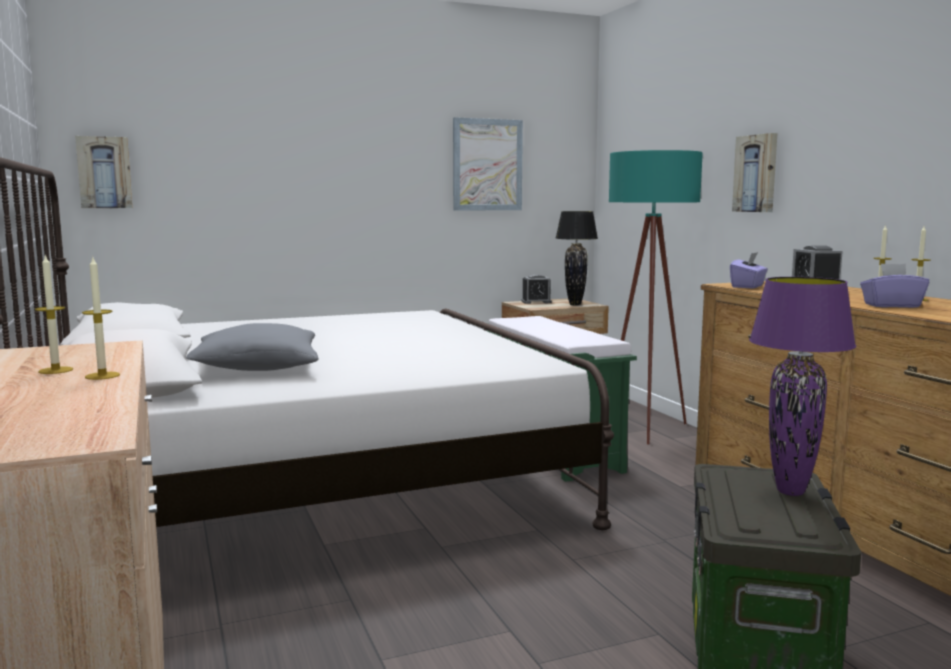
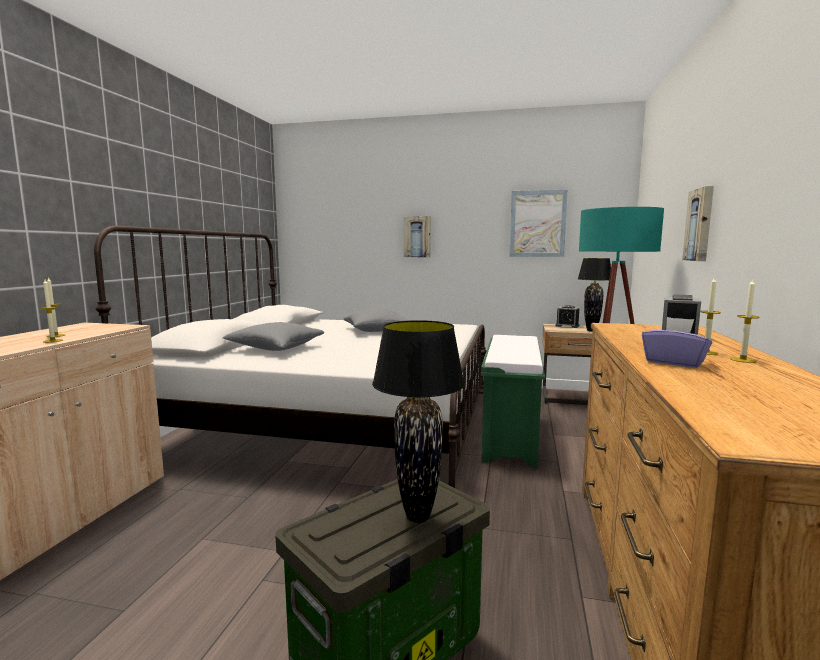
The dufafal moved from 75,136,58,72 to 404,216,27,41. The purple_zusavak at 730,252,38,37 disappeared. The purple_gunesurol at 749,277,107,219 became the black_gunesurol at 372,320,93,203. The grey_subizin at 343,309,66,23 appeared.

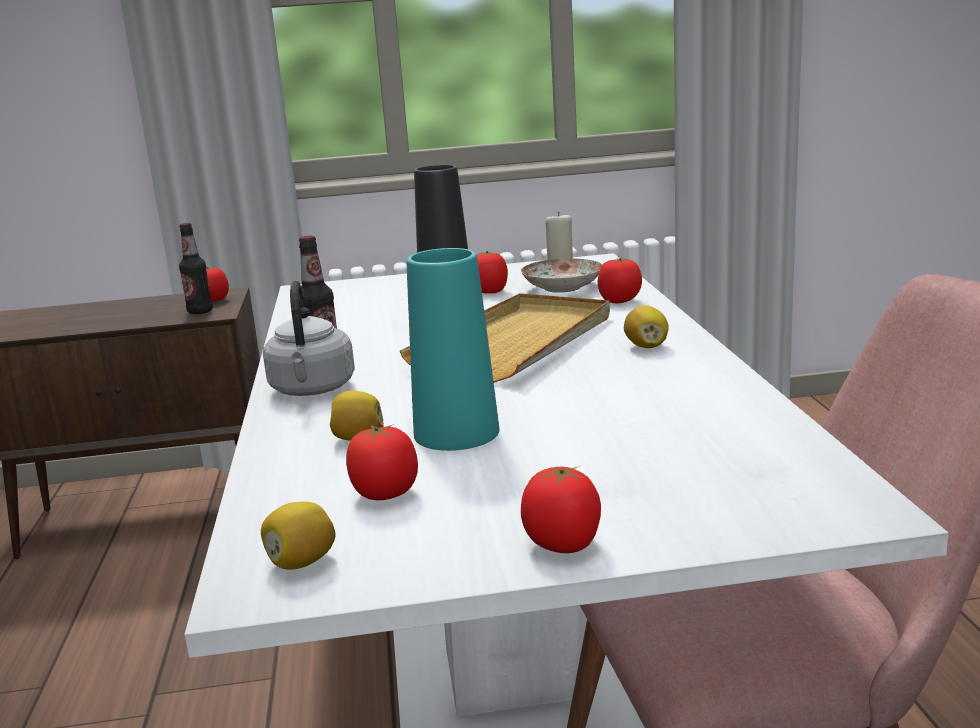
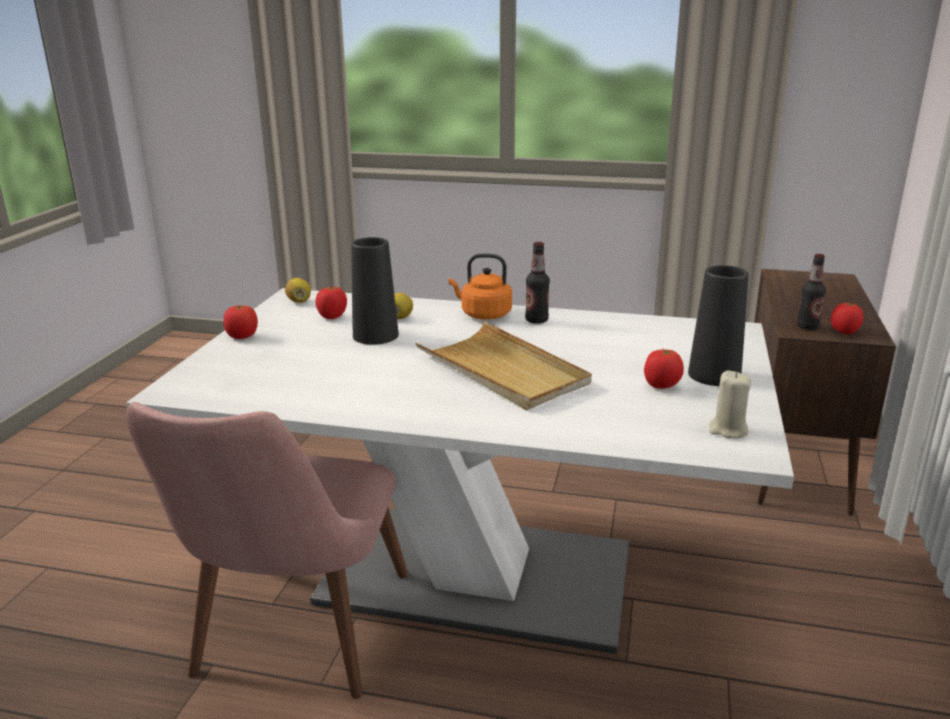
The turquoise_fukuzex at 407,248,92,203 became the black_fukuzex at 351,237,48,108. The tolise at 521,258,81,35 disappeared. The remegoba at 598,258,44,45 disappeared. The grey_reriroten at 263,281,92,115 became the orange_reriroten at 449,254,63,65. The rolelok at 624,306,44,42 disappeared.

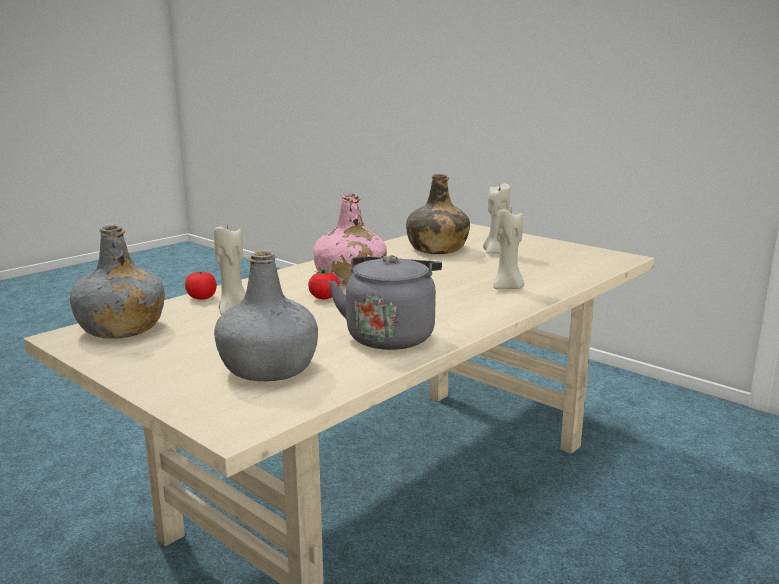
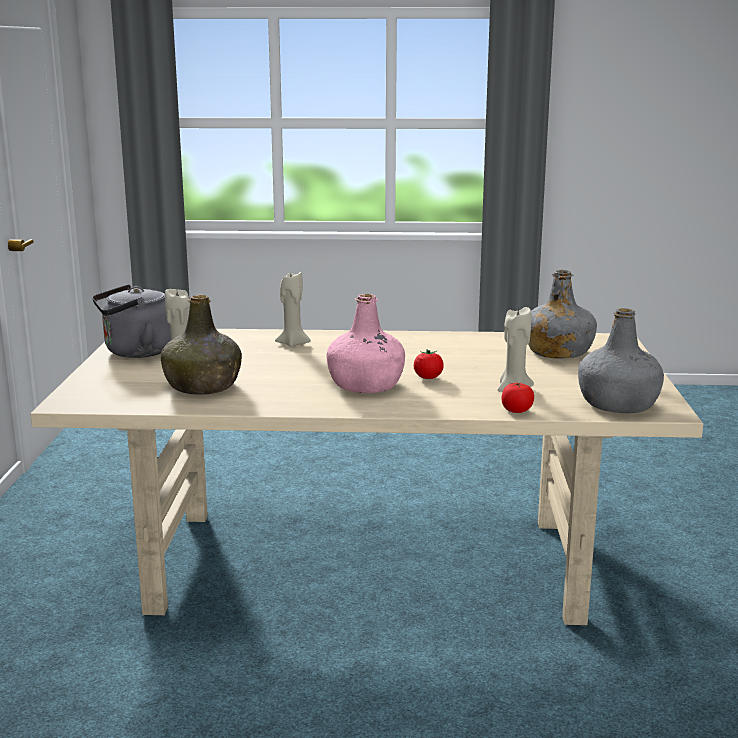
The grey_reriroten moved from 328,255,114,95 to 92,284,79,74.

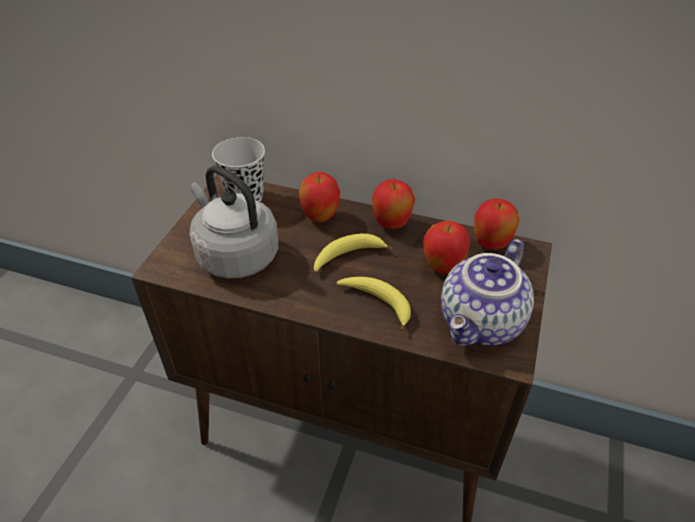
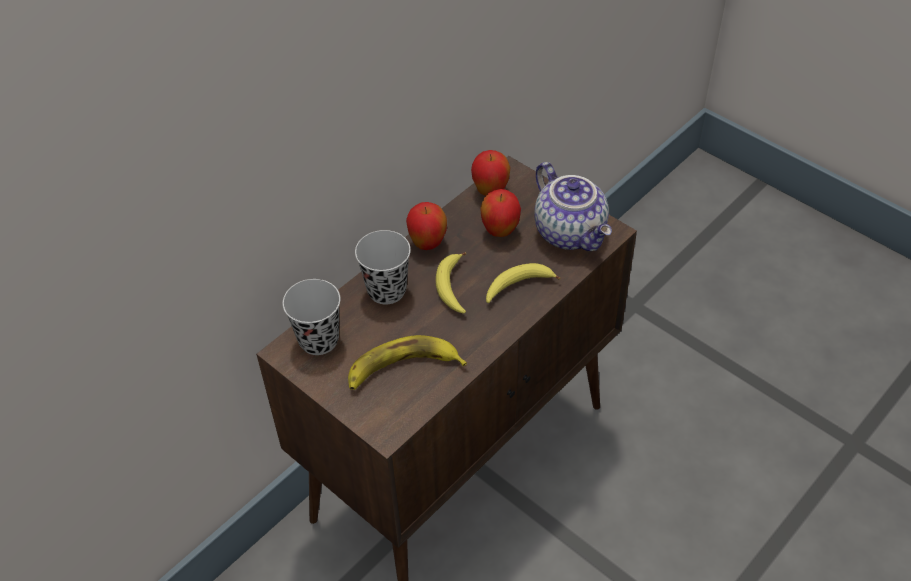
The grey_reriroten at 189,165,89,113 was replaced by the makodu at 348,335,119,55. The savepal at 299,172,41,50 was replaced by the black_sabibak at 355,230,56,74.

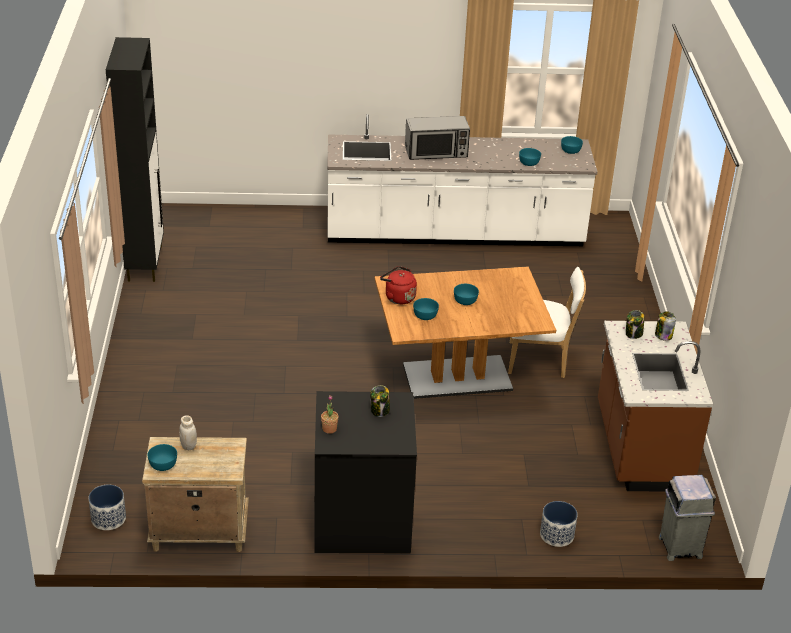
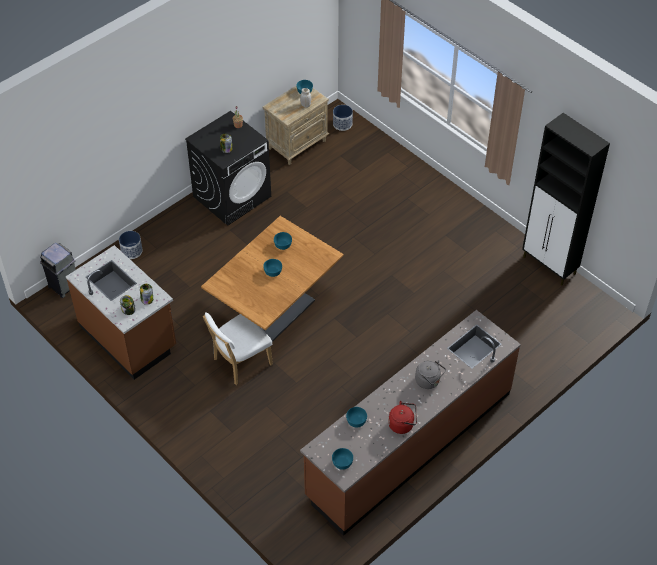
The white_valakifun at 327,114,271,132 became the brown_valakifun at 300,310,221,226. The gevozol at 405,116,65,44 was replaced by the grey_reriroten at 415,360,31,29. The red_reriroten moved from 380,266,37,38 to 388,401,29,33.

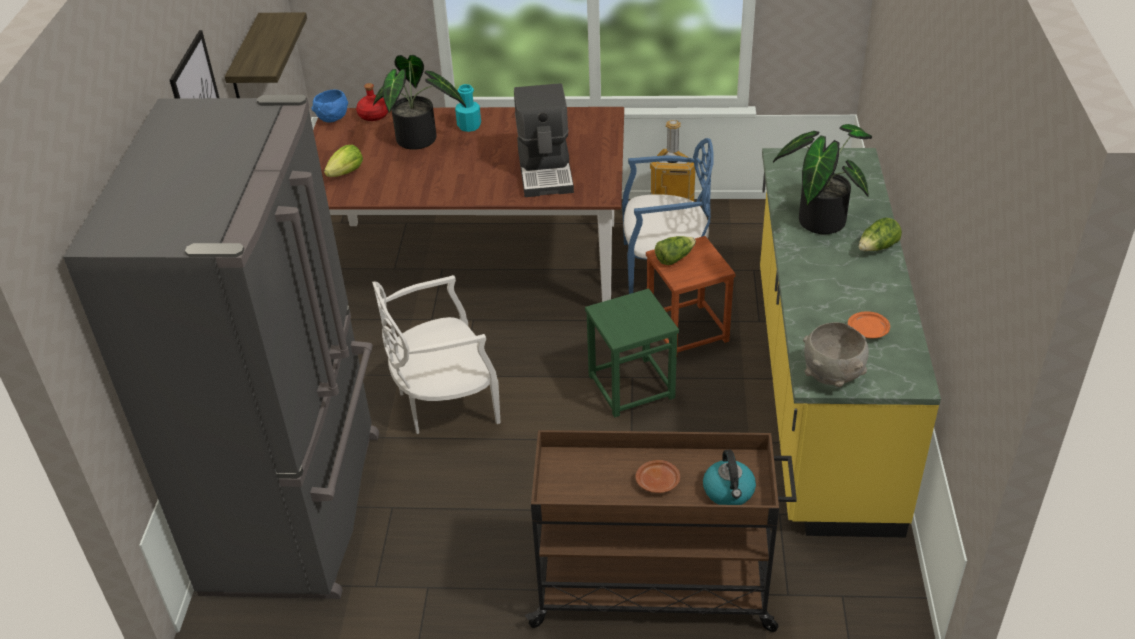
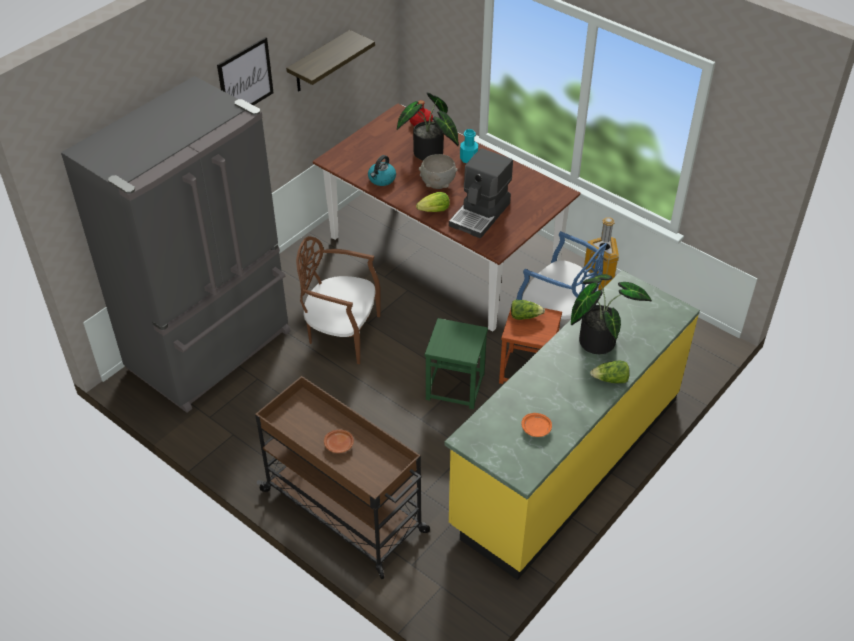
The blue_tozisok at 311,90,37,32 disappeared. The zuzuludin moved from 324,145,39,32 to 416,192,34,20. The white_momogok at 372,275,129,159 became the brown_momogok at 296,236,85,128. The grey_tozisok moved from 803,322,66,65 to 419,154,39,35. The reriroten moved from 703,450,53,55 to 368,155,28,31.

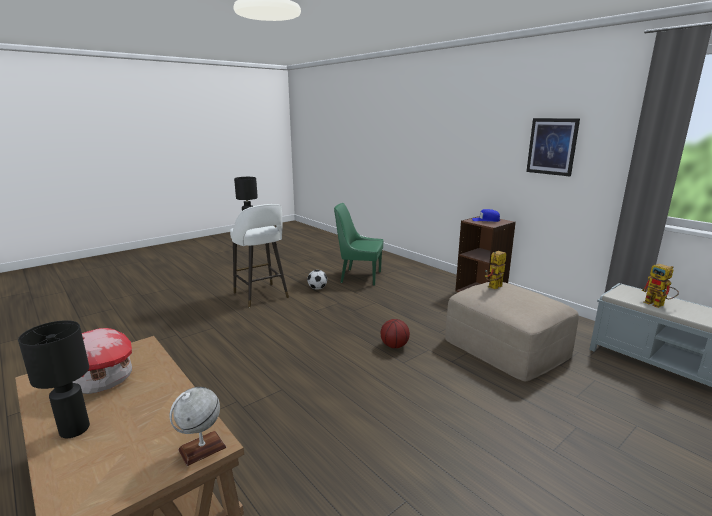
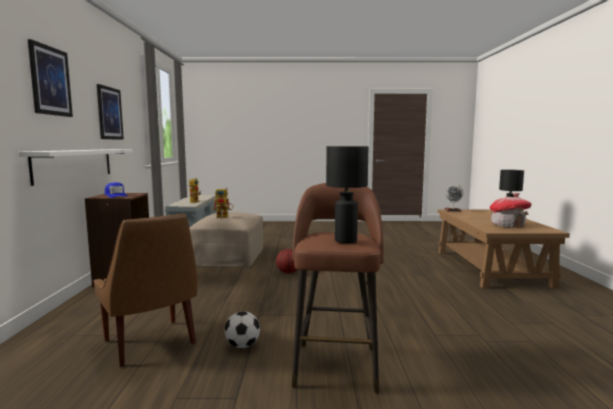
The green_momogok at 334,203,49,83 became the brown_momogok at 94,213,104,154. The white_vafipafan at 230,204,59,104 became the brown_vafipafan at 292,183,92,210. The dufafal at 28,39,45,78 appeared. The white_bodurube at 18,149,115,37 appeared.

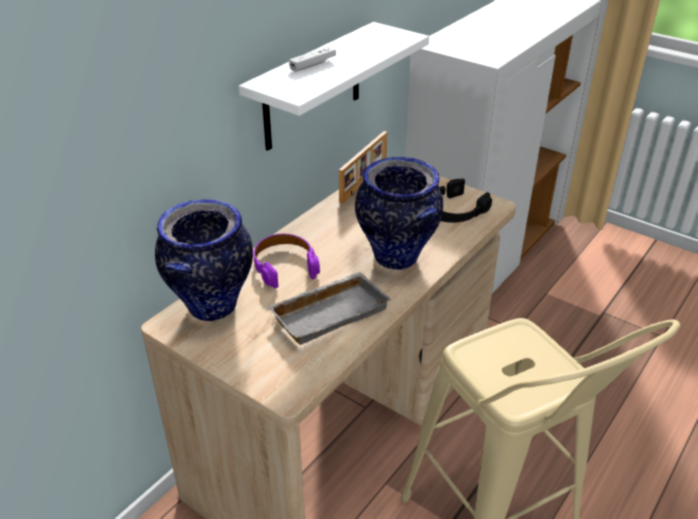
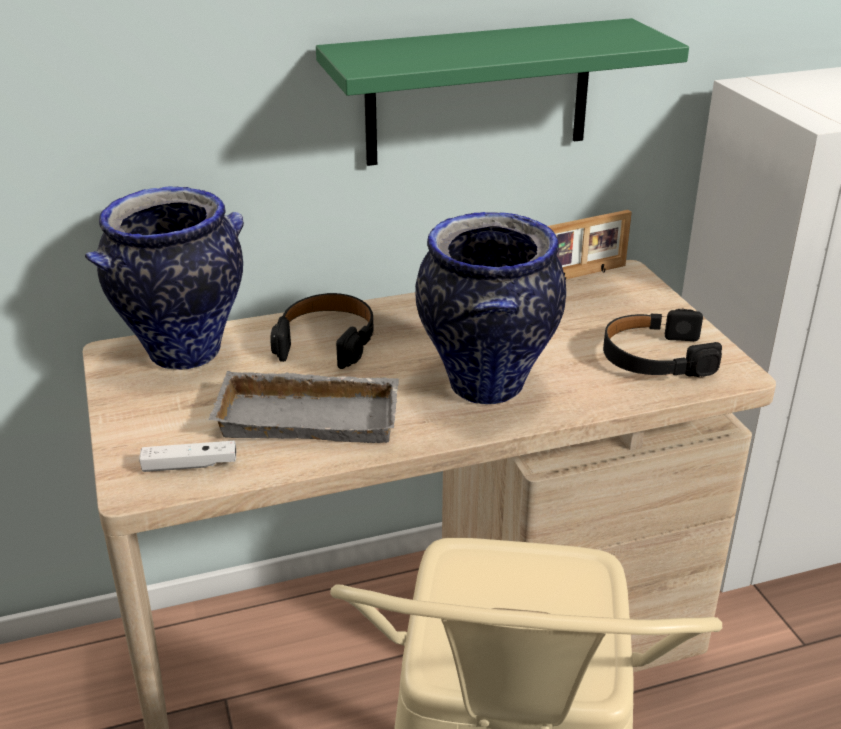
The white_bodurube at 239,22,190,129 became the green_bodurube at 316,18,373,148. The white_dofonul moved from 289,47,47,25 to 139,441,97,31. The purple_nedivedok at 253,234,67,55 became the black_nedivedok at 270,293,103,76.

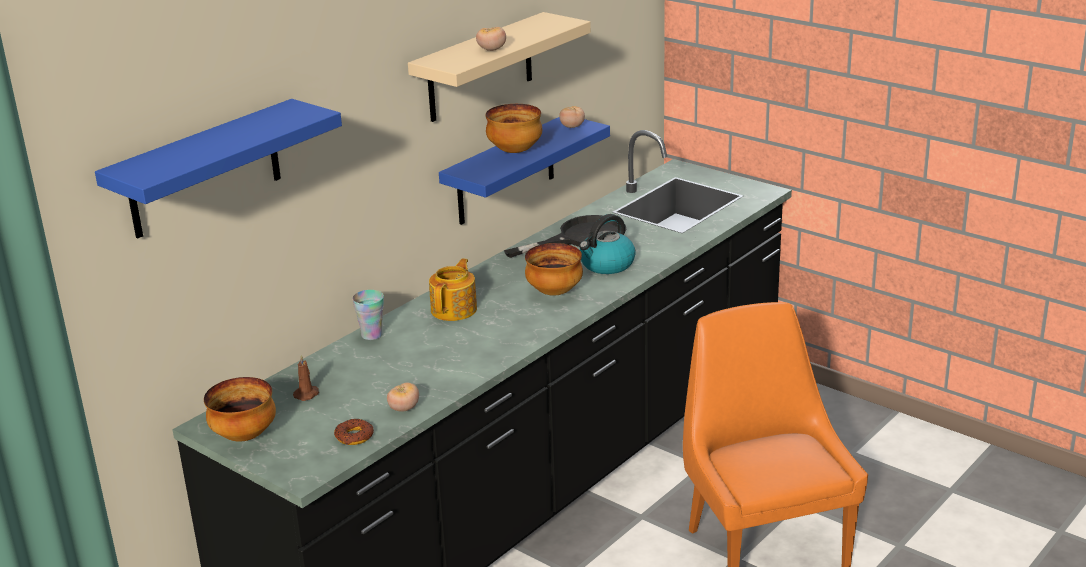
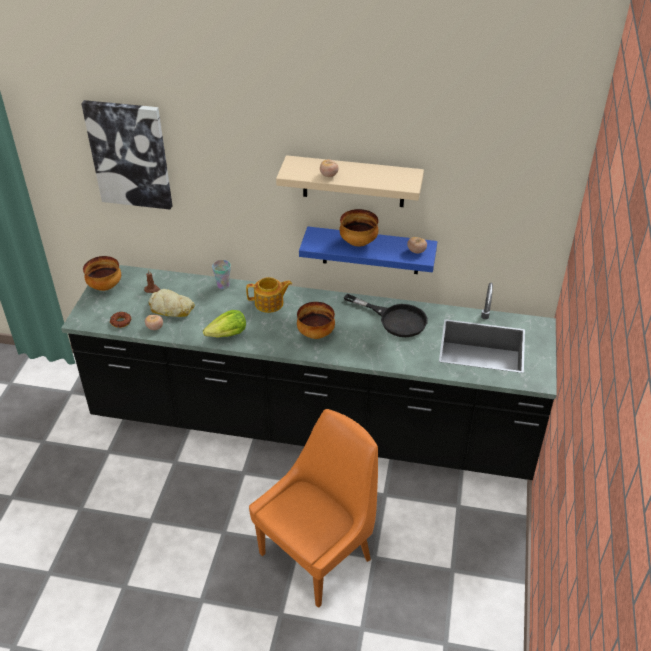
The blue_bodurube at 95,99,247,140 was replaced by the dufafal at 81,100,91,110. The reriroten at 579,214,57,60 disappeared. The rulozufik at 149,289,46,28 appeared. The zuzuludin at 203,310,43,27 appeared.

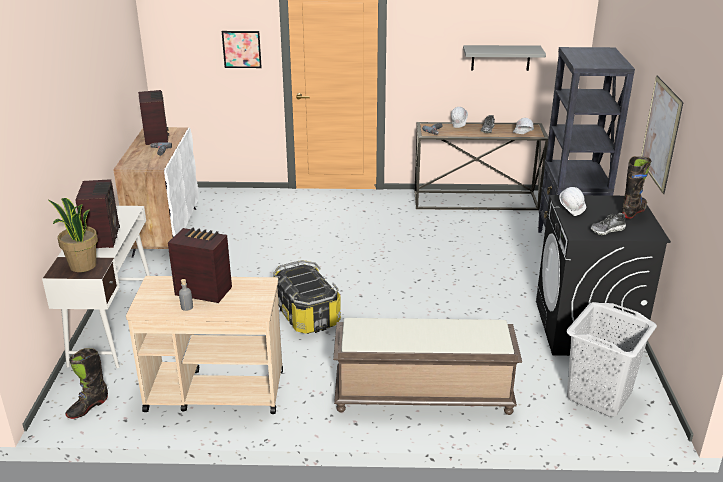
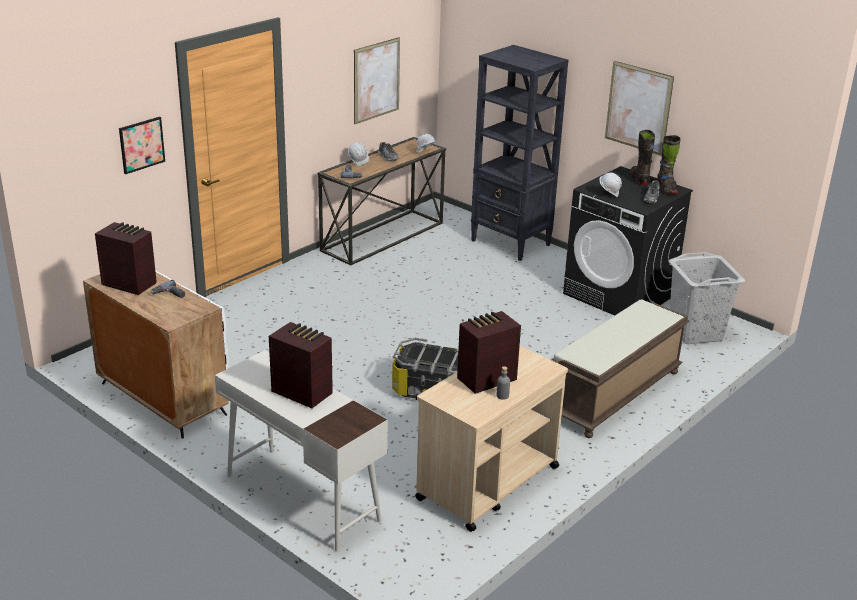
The grey_bodurube at 463,45,83,26 was replaced by the dufafal at 354,37,46,87. The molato at 48,198,50,74 disappeared. The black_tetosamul moved from 65,348,43,71 to 657,135,23,59.

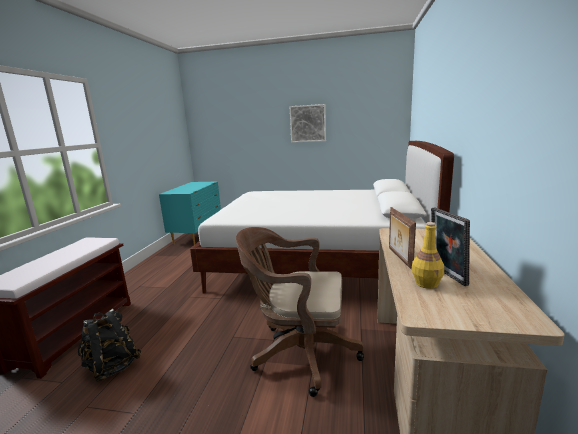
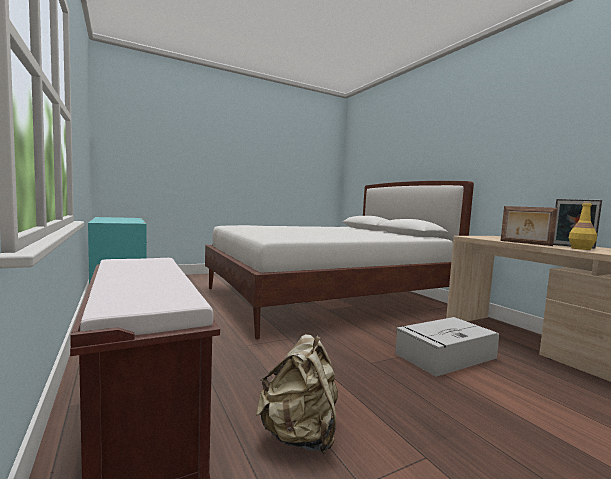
The dufafal at 289,104,37,39 disappeared. The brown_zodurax at 236,227,128,170 was replaced by the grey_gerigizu at 395,317,104,60. The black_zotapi at 78,309,64,73 became the beige_zotapi at 256,334,82,120.

